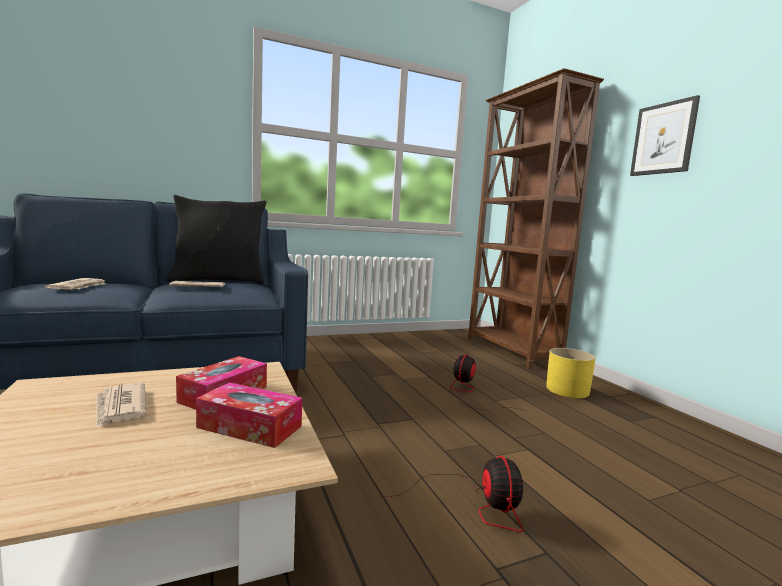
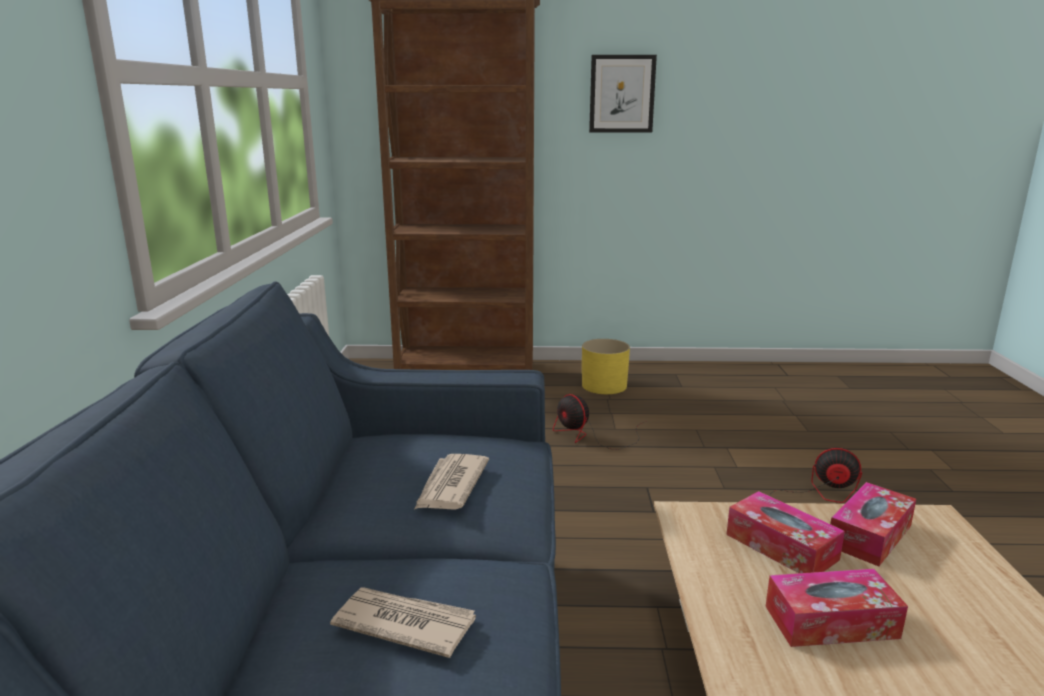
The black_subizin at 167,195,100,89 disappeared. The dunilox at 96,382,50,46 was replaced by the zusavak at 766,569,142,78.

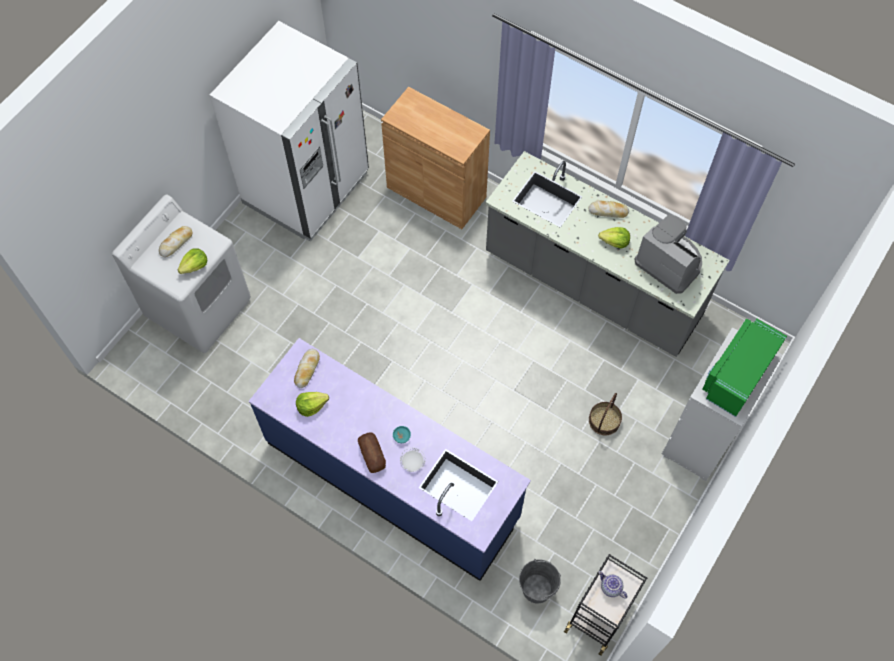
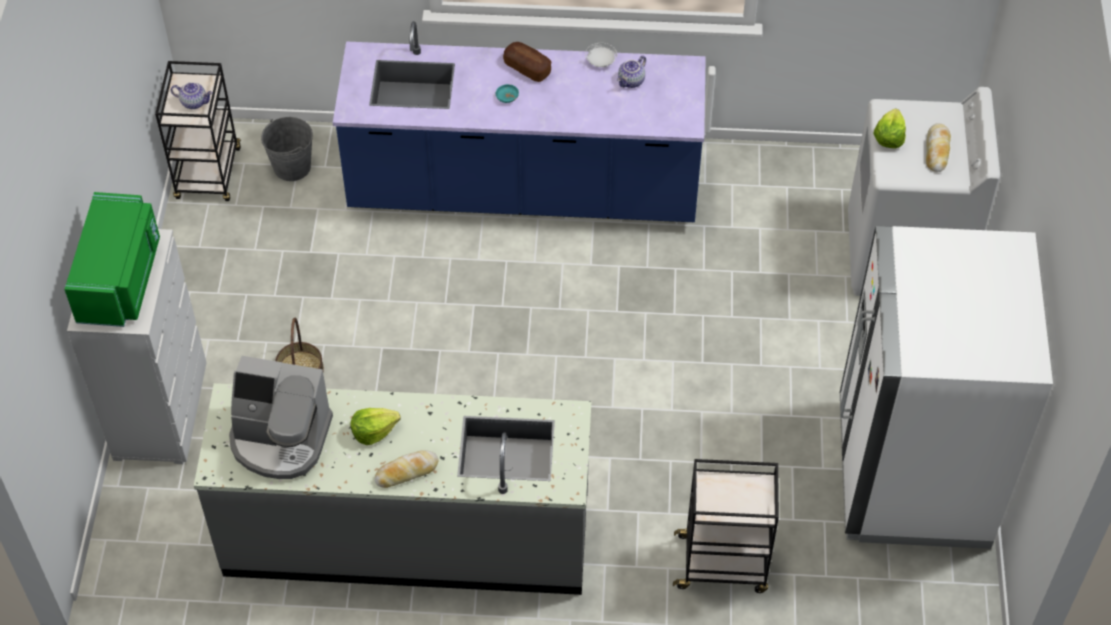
The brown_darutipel at 381,87,109,142 was replaced by the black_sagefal at 673,459,106,134. The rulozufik at 294,349,26,39 disappeared. The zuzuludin at 296,392,33,25 was replaced by the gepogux at 617,56,29,32. The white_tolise moved from 400,448,25,24 to 585,43,32,24.

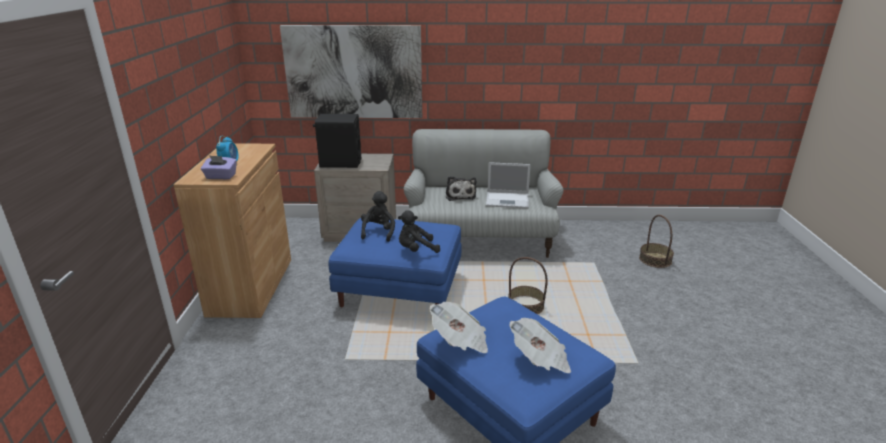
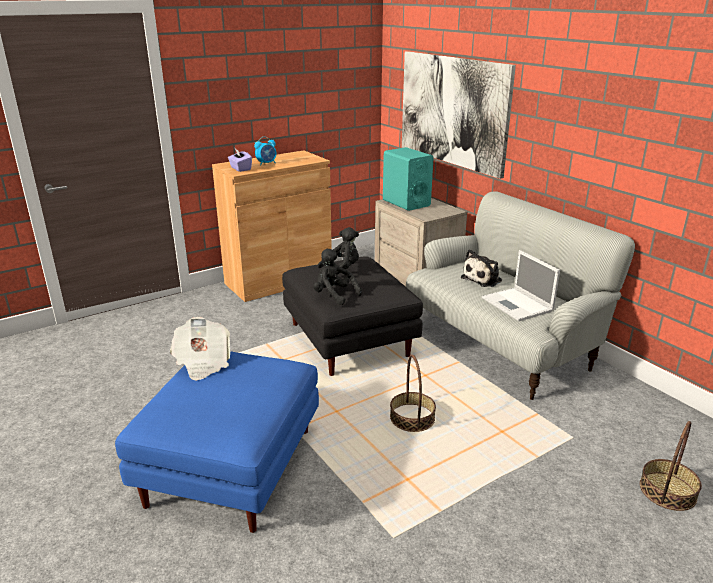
The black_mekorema at 313,114,48,54 became the turquoise_mekorema at 383,147,51,64. The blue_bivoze at 329,218,133,89 became the black_bivoze at 282,256,141,120. The dunilox at 509,318,62,55 disappeared.

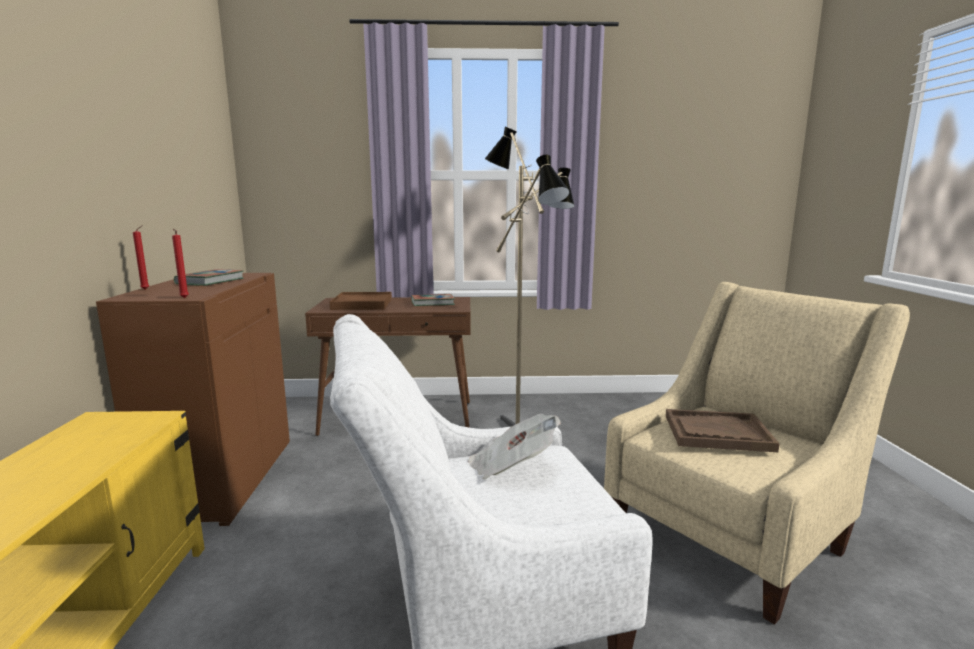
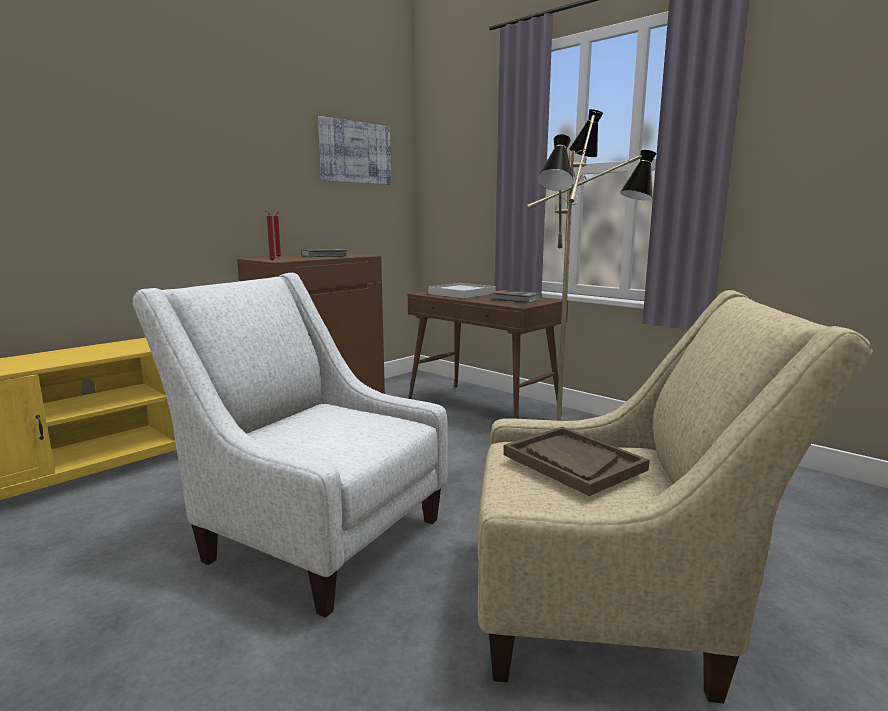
The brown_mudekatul at 330,292,62,18 became the white_mudekatul at 428,283,68,15. The dunilox at 468,413,93,67 disappeared. The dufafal at 318,116,73,69 appeared.

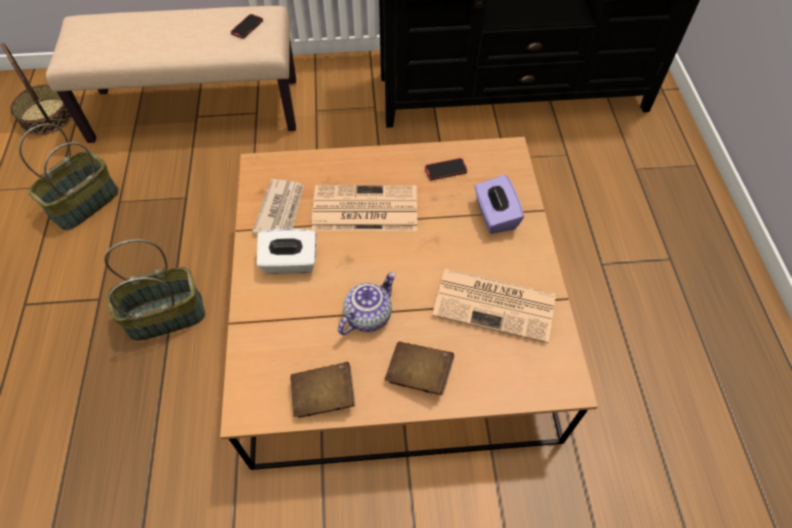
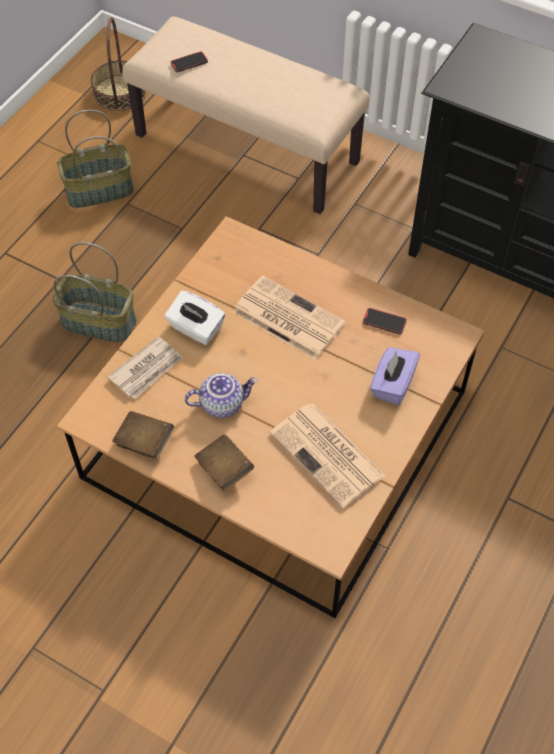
The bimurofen moved from 231,14,32,25 to 171,51,37,21. The dunilox moved from 252,179,52,55 to 107,336,76,63.

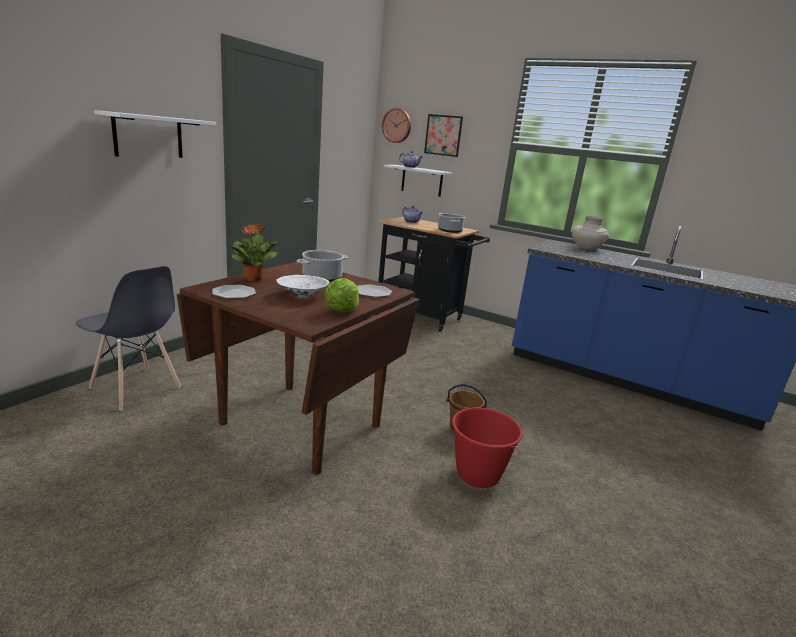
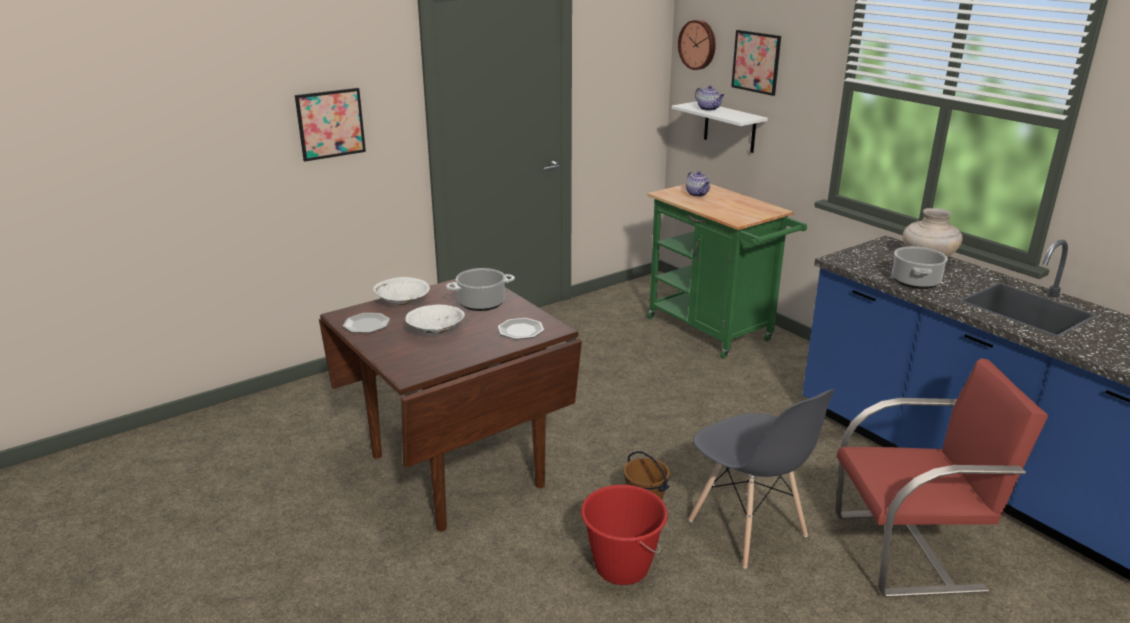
The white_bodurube at 94,110,123,48 was replaced by the dufafal at 295,88,71,73. The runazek moved from 438,213,27,20 to 892,246,56,43. The black_sagefal at 378,217,112,115 became the green_sagefal at 647,184,160,175. The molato at 230,224,49,57 was replaced by the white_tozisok at 373,277,57,28. The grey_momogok moved from 76,266,105,145 to 689,389,145,180. The zuzuludin at 324,279,35,33 disappeared. The red_momogok at 835,358,214,239 appeared.

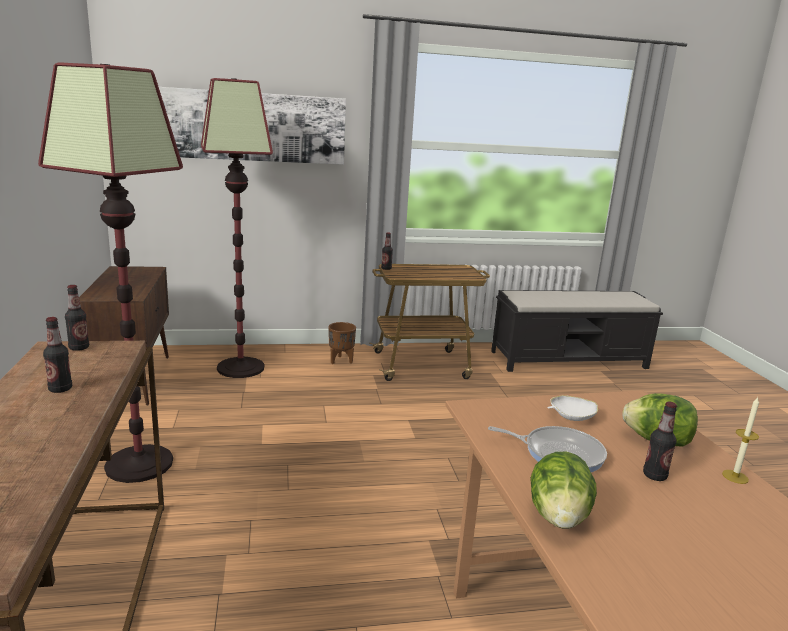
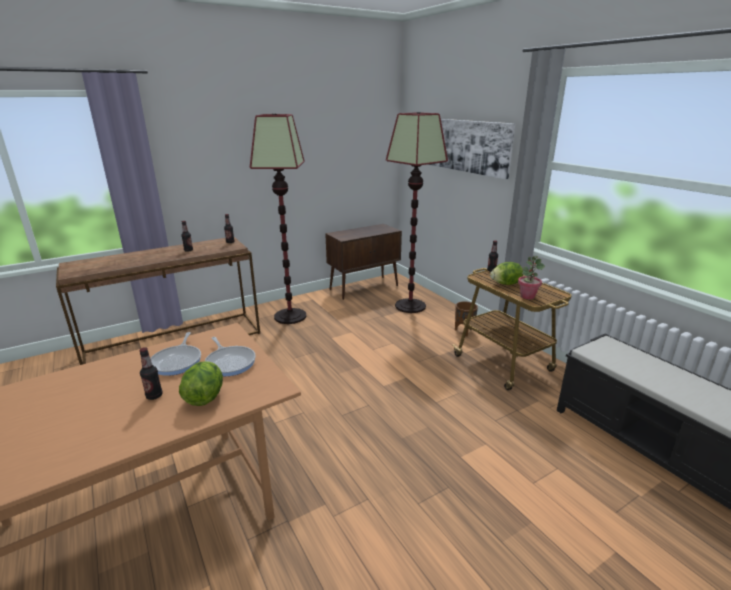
The white_tozisok at 547,395,51,26 was replaced by the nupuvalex at 205,337,51,39. The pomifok at 722,397,37,87 disappeared. The zuzuludin moved from 530,452,67,77 to 490,262,33,23. The molato at 518,256,27,44 appeared.

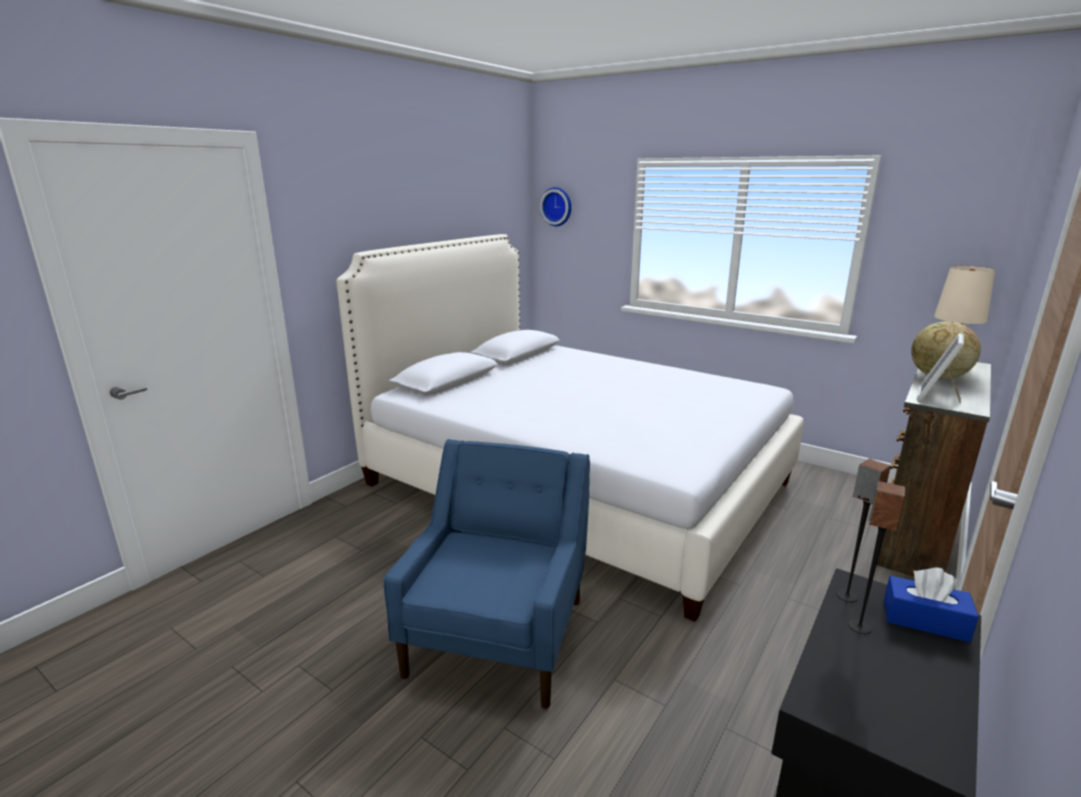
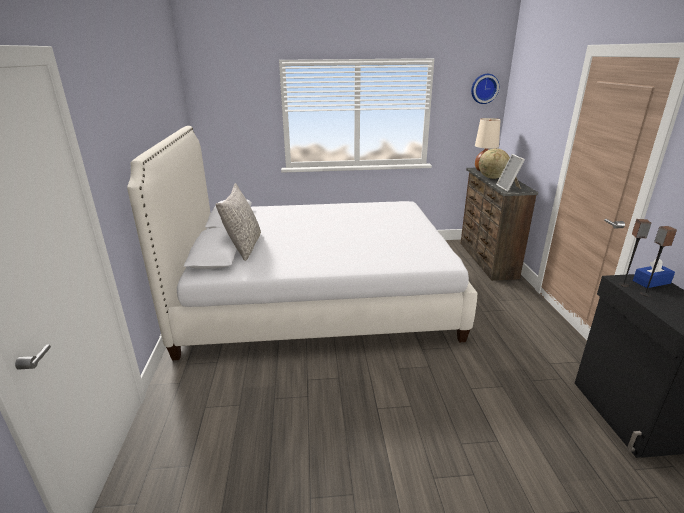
The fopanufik moved from 540,187,32,39 to 471,74,28,30. The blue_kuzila at 384,439,206,270 disappeared. The grey_subizin at 216,183,45,78 appeared.

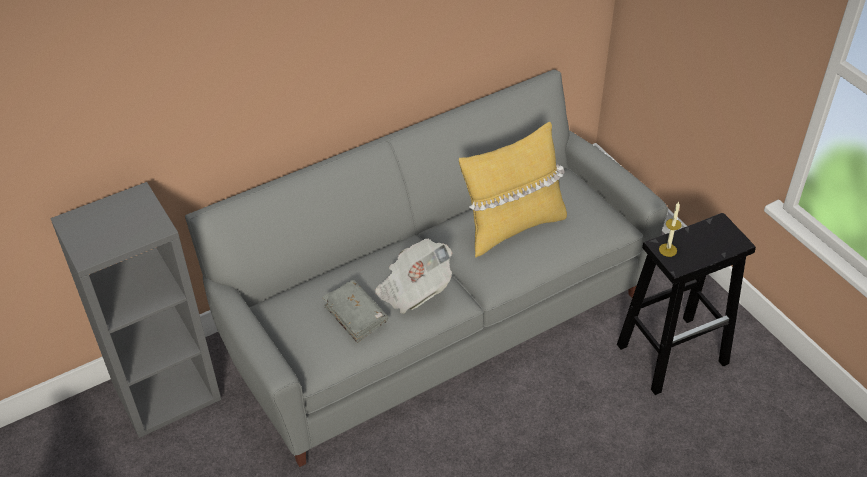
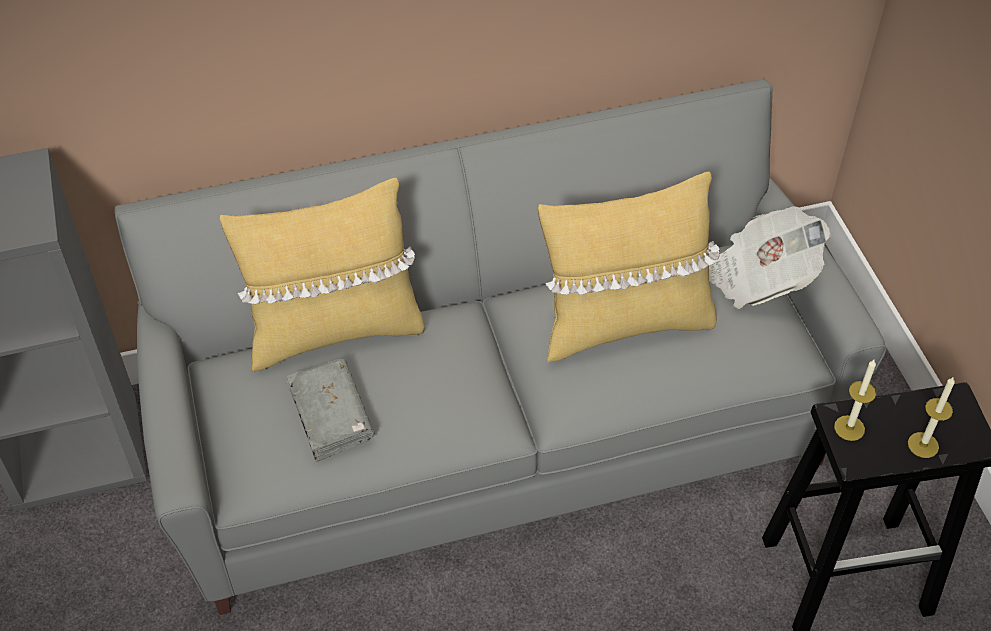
The dunilox moved from 375,239,77,75 to 709,206,122,103. The yellow_subizin at 220,178,205,194 appeared. The pomifok at 908,376,47,82 appeared.

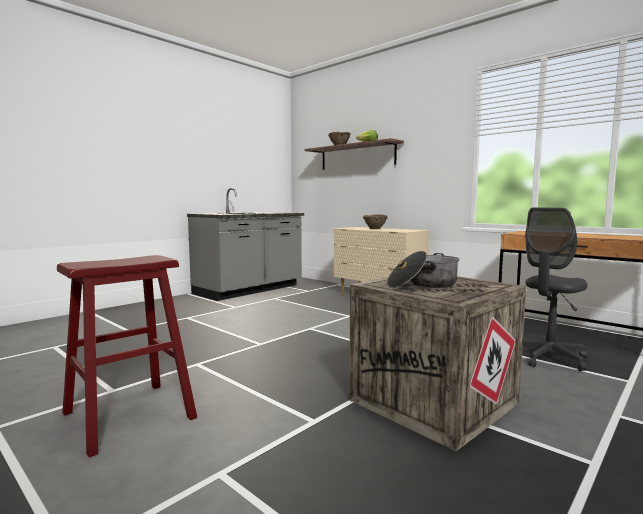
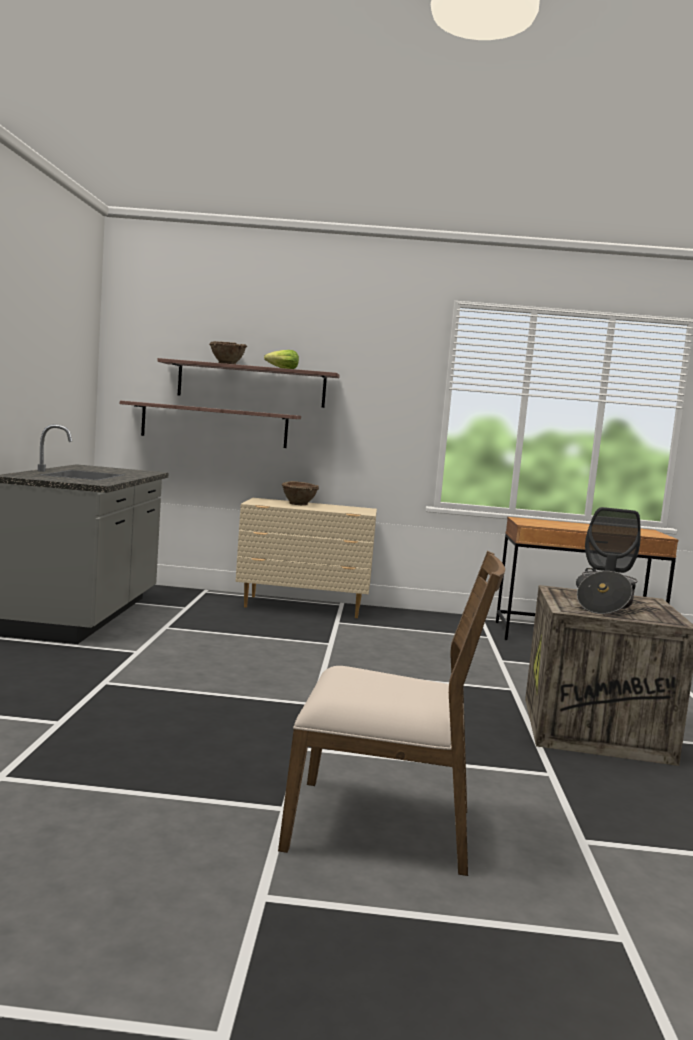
The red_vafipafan at 57,255,140,202 was replaced by the brown_momogok at 278,551,227,325. The bodurube at 120,400,181,48 appeared.

